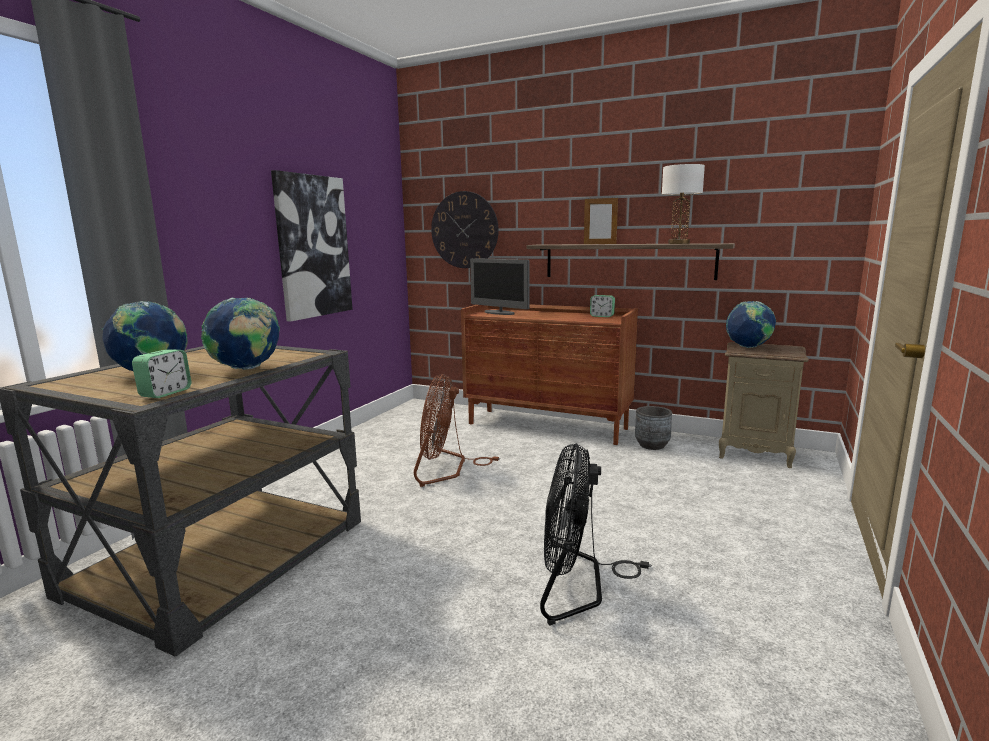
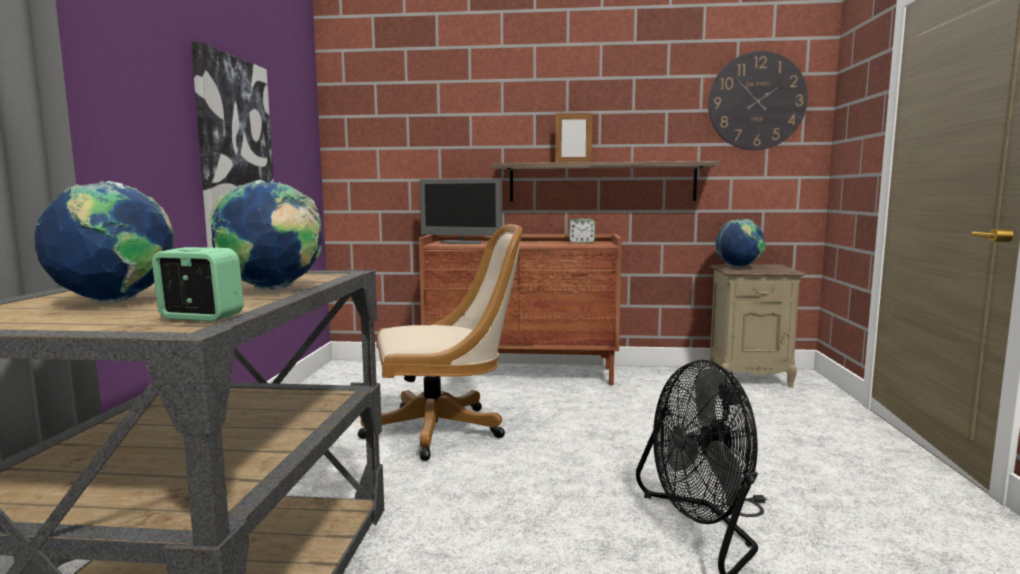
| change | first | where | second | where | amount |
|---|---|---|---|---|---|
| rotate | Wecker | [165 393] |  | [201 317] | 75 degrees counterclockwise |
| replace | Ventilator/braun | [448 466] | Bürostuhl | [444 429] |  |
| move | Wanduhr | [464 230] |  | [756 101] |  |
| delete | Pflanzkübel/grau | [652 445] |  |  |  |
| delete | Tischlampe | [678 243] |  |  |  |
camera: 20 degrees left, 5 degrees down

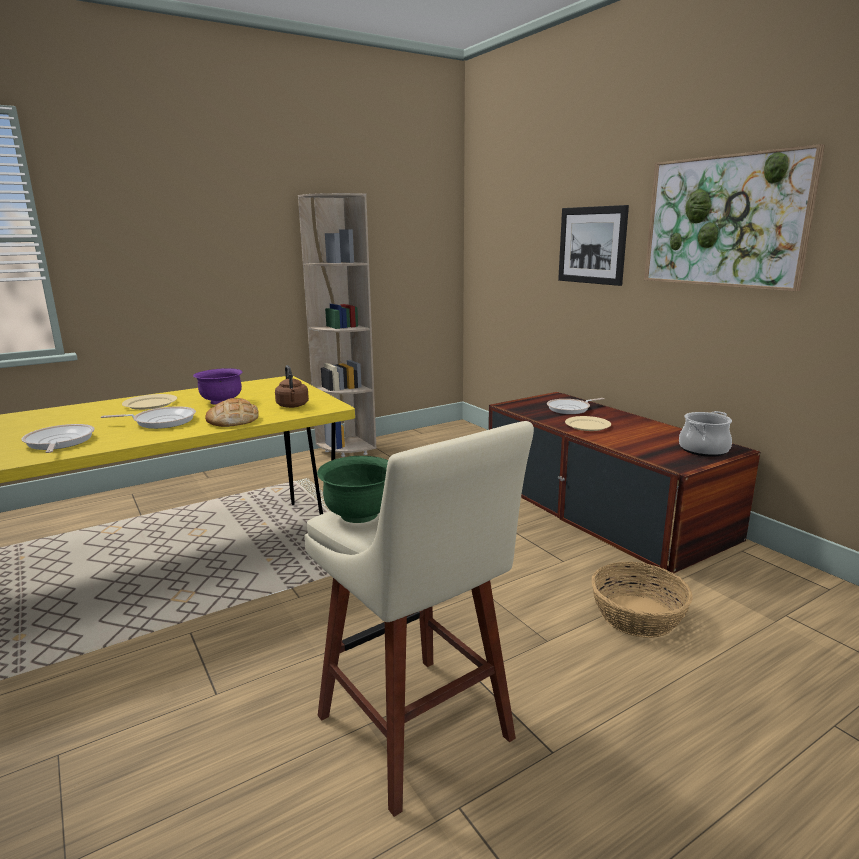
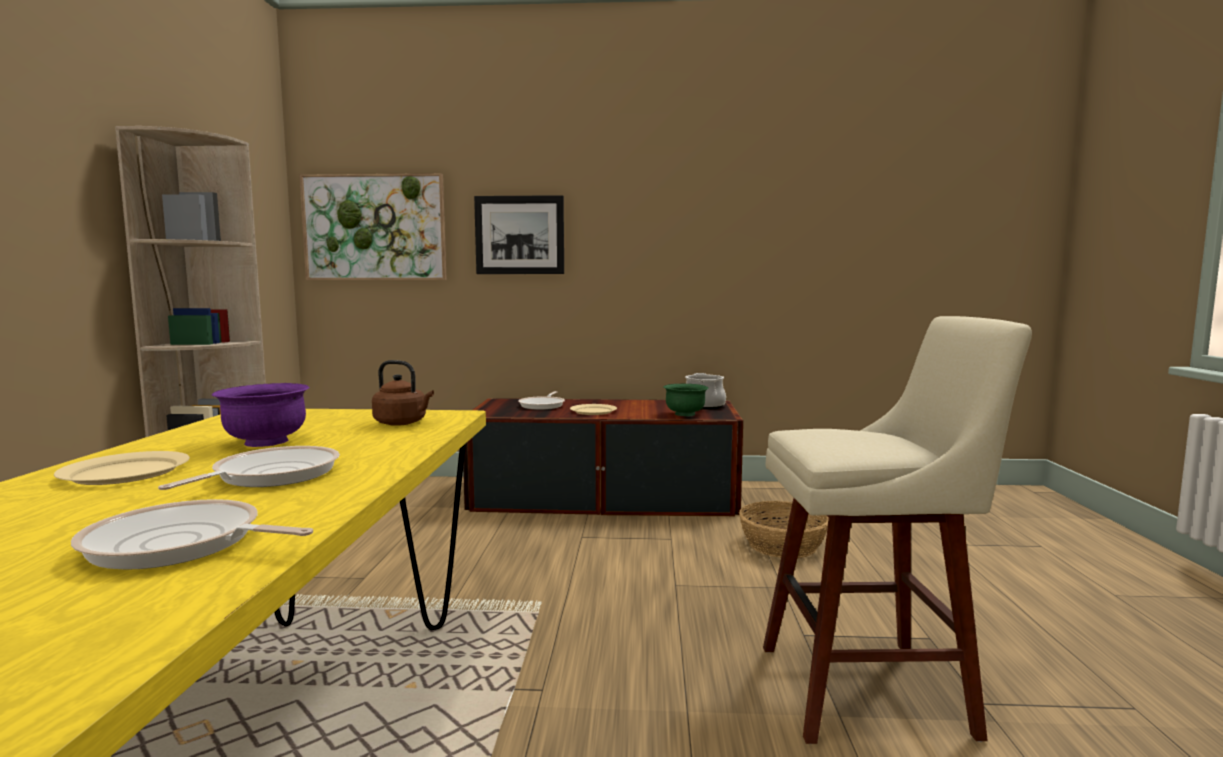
| change | first | where | second | where | amount |
|---|---|---|---|---|---|
| delete | Brot | [233 420] |  |  |  |
| move | Schüssel/grün | [359 515] |  | [685 414] |  |
| move | Bild | [724 221] |  | [375 227] |  |
camera: 55 degrees left, 10 degrees down

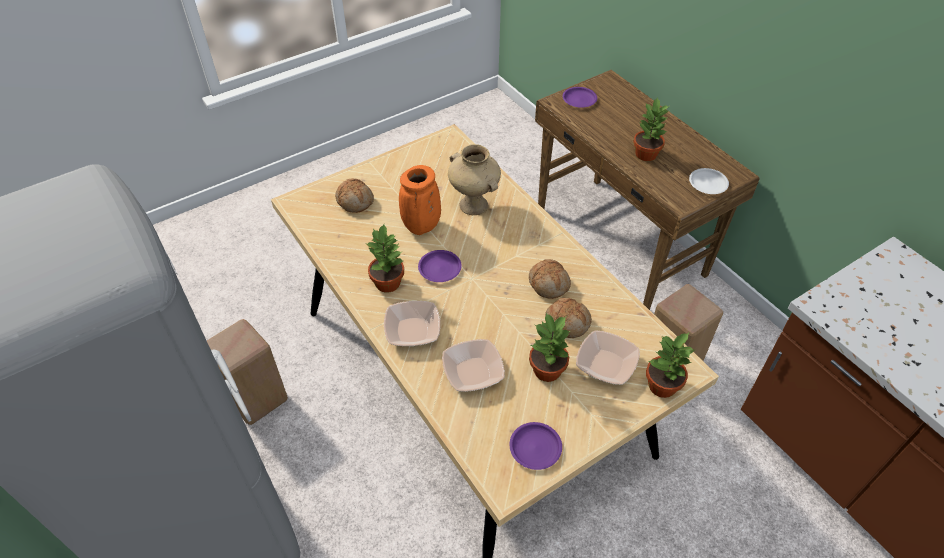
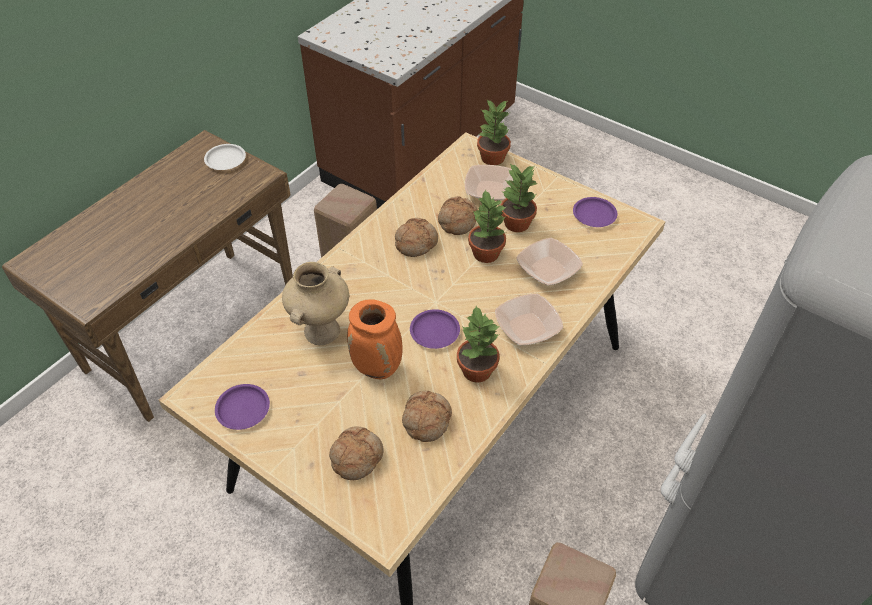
| change | first | where | second | where | amount |
|---|---|---|---|---|---|
| move | Teller/lila | [579 100] |  | [243 409] |  |
| move | Topfpflanze | [646 154] |  | [485 253] |  |
| insert |  |  | Brot | [425 420] |  |
camera: 110 degrees left, 0 degrees up

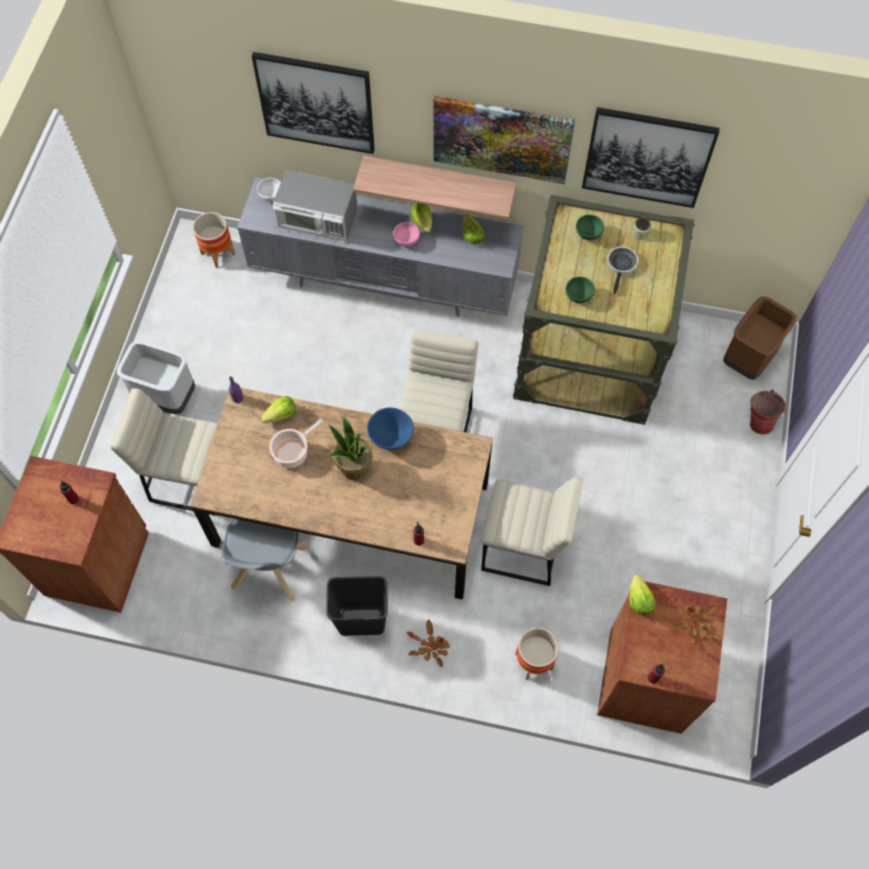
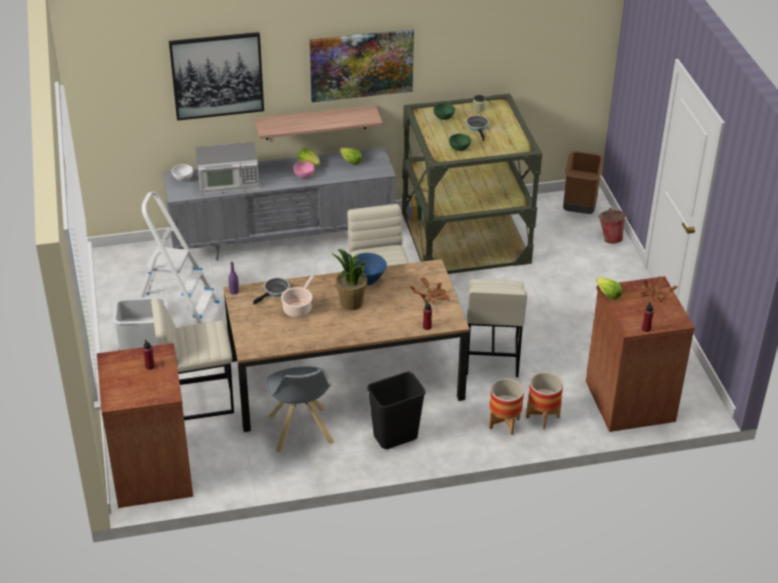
| change | first | where | second | where | amount |
|---|---|---|---|---|---|
| move | Pflanzkübel | [218 254] |  | [504 424] |  |
| replace | Salatkopf | [281 415] | Pfanne | [275 291] |  |
| move | Topfpflanze | [430 647] |  | [432 297] |  |
| rotate | Stuhl/beige | [524 549] |  | [492 357] | 105 degrees clockwise |
| delete | Bild | [647 157] |  |  |  |
| insert |  |  | Trittleiter/weiß | [176 312] |  |
camera: 25 degrees left, 25 degrees down

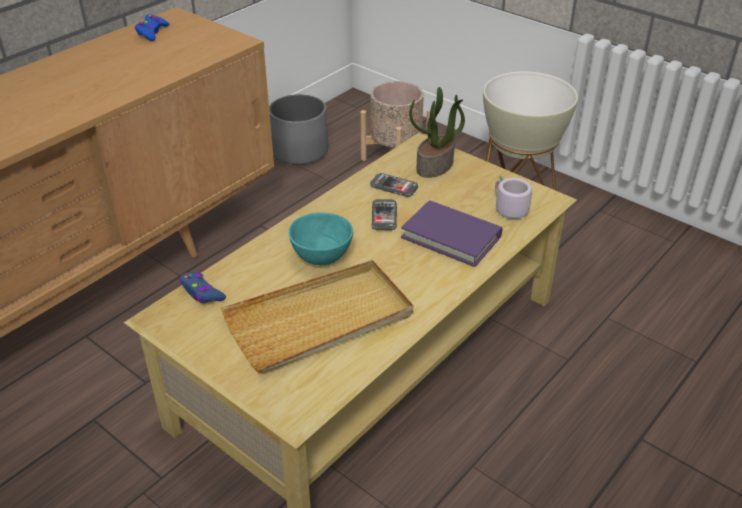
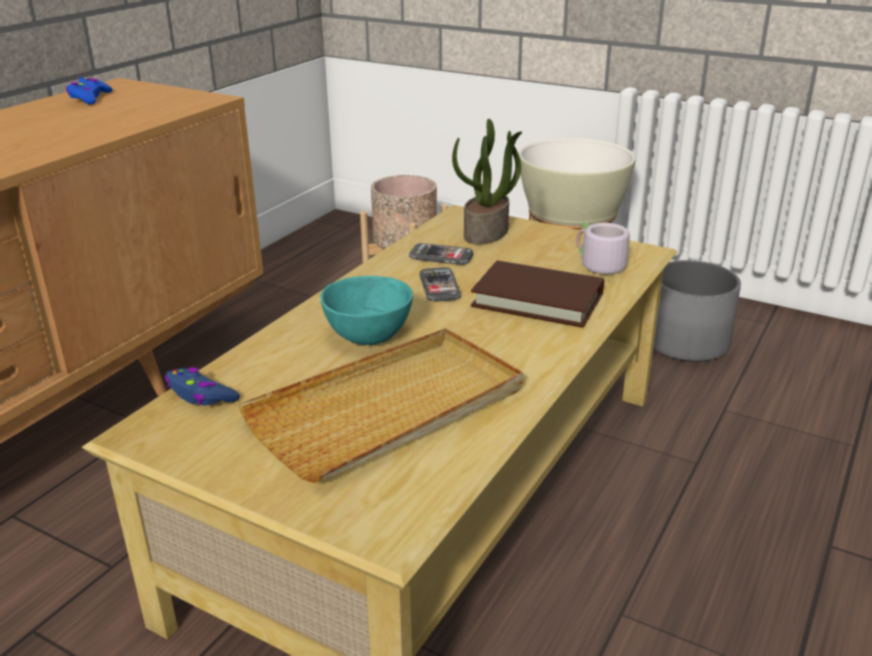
| change | first | where | second | where | amount |
|---|---|---|---|---|---|
| move | Pflanzkübel/grau | [300 151] |  | [686 343] |  |
| recolor | Buch/lila | [451 237] | Buch/braun | [538 300] |  |
camera: 10 degrees left, 10 degrees down

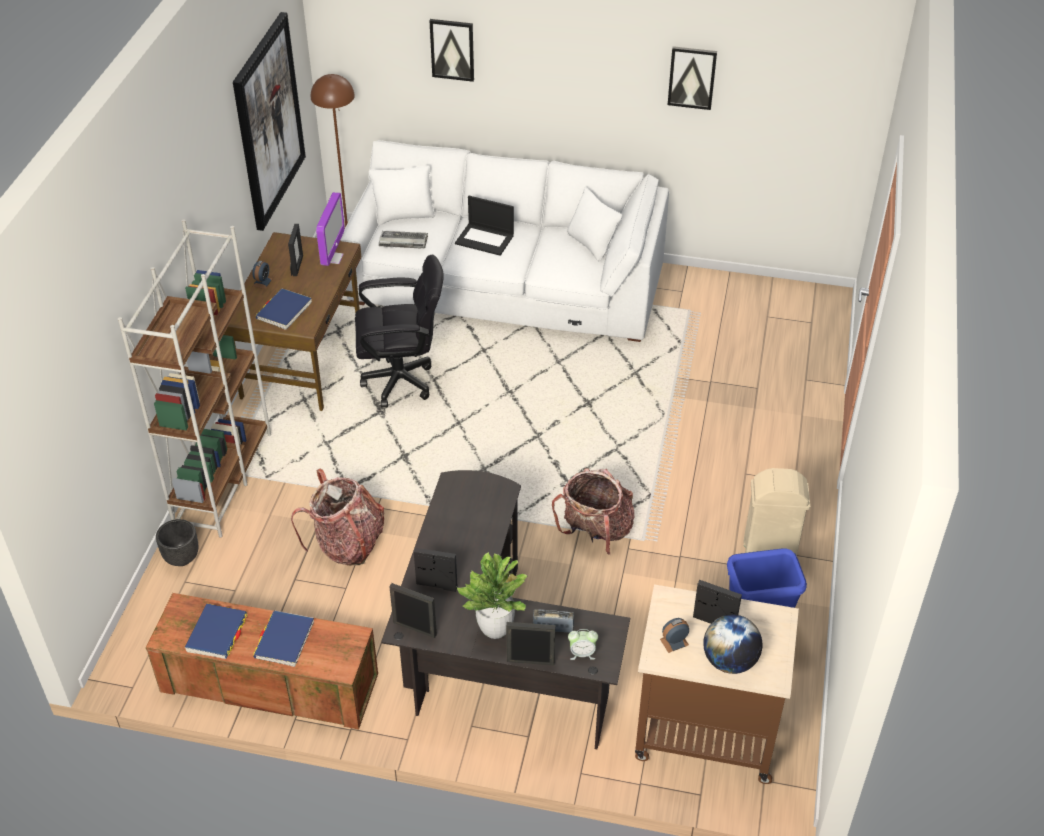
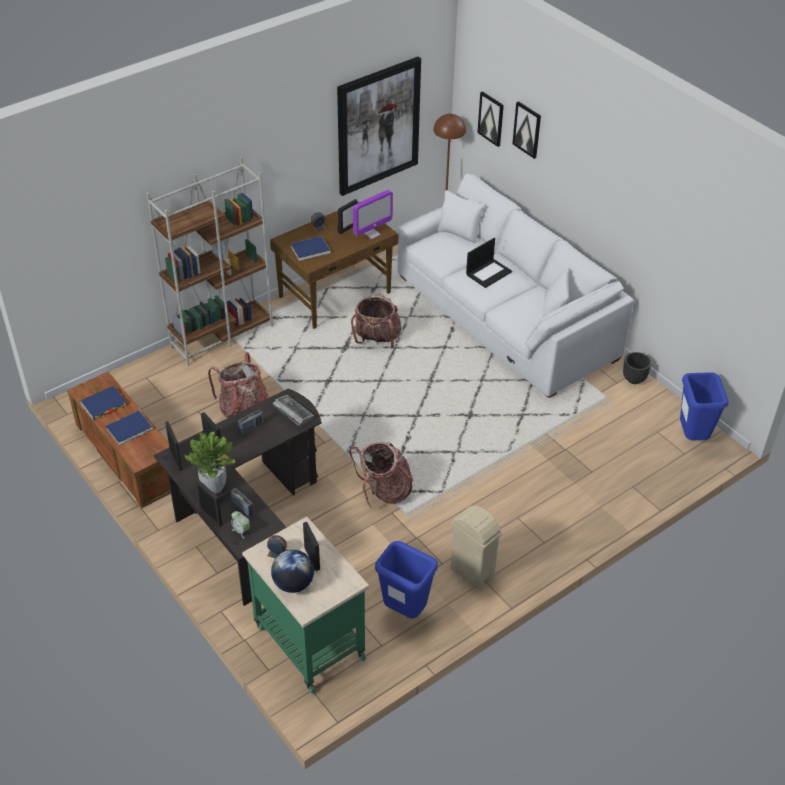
| change | first | where | second | where | amount |
|---|---|---|---|---|---|
| move | Pflanzkübel/schwarz | [182 558] |  | [634 379] |  |
| replace | Bürostuhl/schwarz | [403 382] | Rucksack | [377 338] |  |
| move | Tastatur | [402 242] |  | [293 412] |  |
| rotate | Laptop | [485 239] |  | [488 273] | 105 degrees counterclockwise |
| recolor | Rollwagen/braun | [704 735] | Rollwagen/grün | [309 642] |  |
| move | Bild | [692 77] |  | [491 118] |  |
| insert |  |  | Radio | [251 427] |  |
| insert |  |  | Mülleimer/blau | [692 436] |  |
camera: 40 degrees right, 0 degrees up

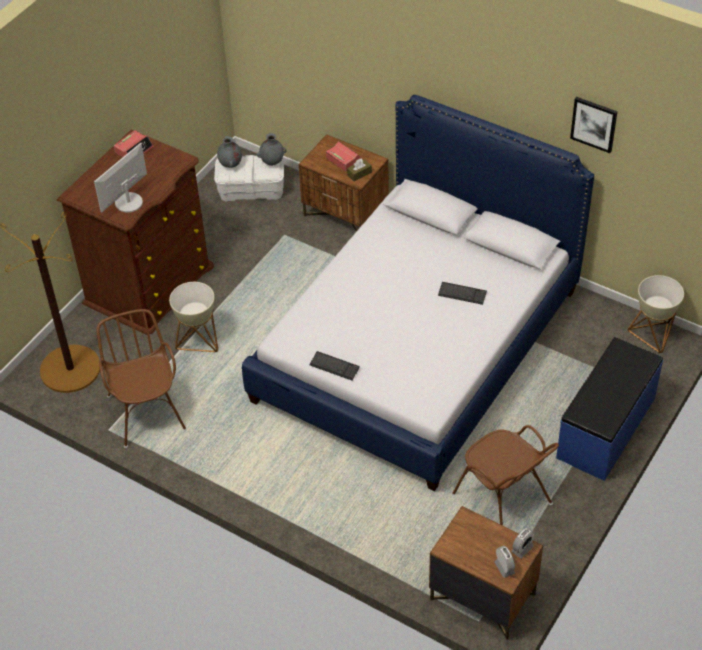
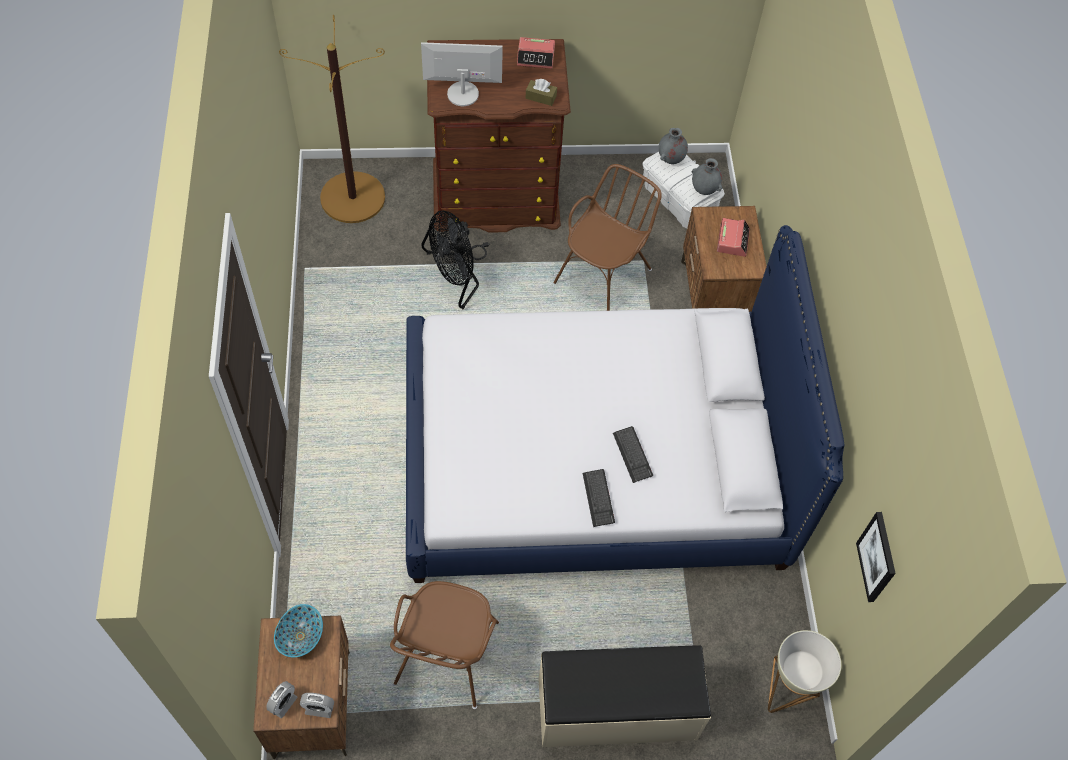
| change | first | where | second | where | amount |
|---|---|---|---|---|---|
| move | Stuhl/braun | [146 409] |  | [604 273] |  |
| replace | Pflanzkübel | [199 340] | Ventilator/schwarz | [457 272] |  |
| move | Tastatur | [334 366] |  | [598 498] |  |
| move | Taschentuchbox/braun | [359 173] |  | [541 97] |  |
| recolor | Bank/blau | [607 428] | Bank/beige | [617 710] |  |
| move | Bild | [594 124] |  | [877 557] |  |
| insert |  |  | Schüssel | [299 636] |  |
camera: 50 degrees right, 10 degrees up

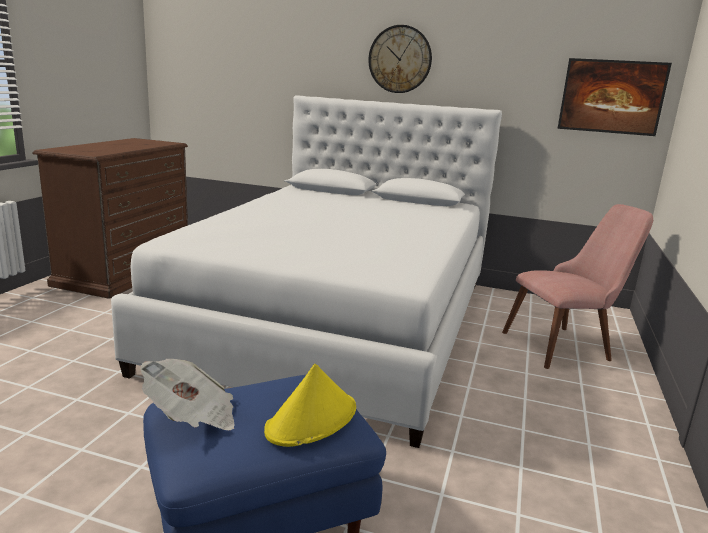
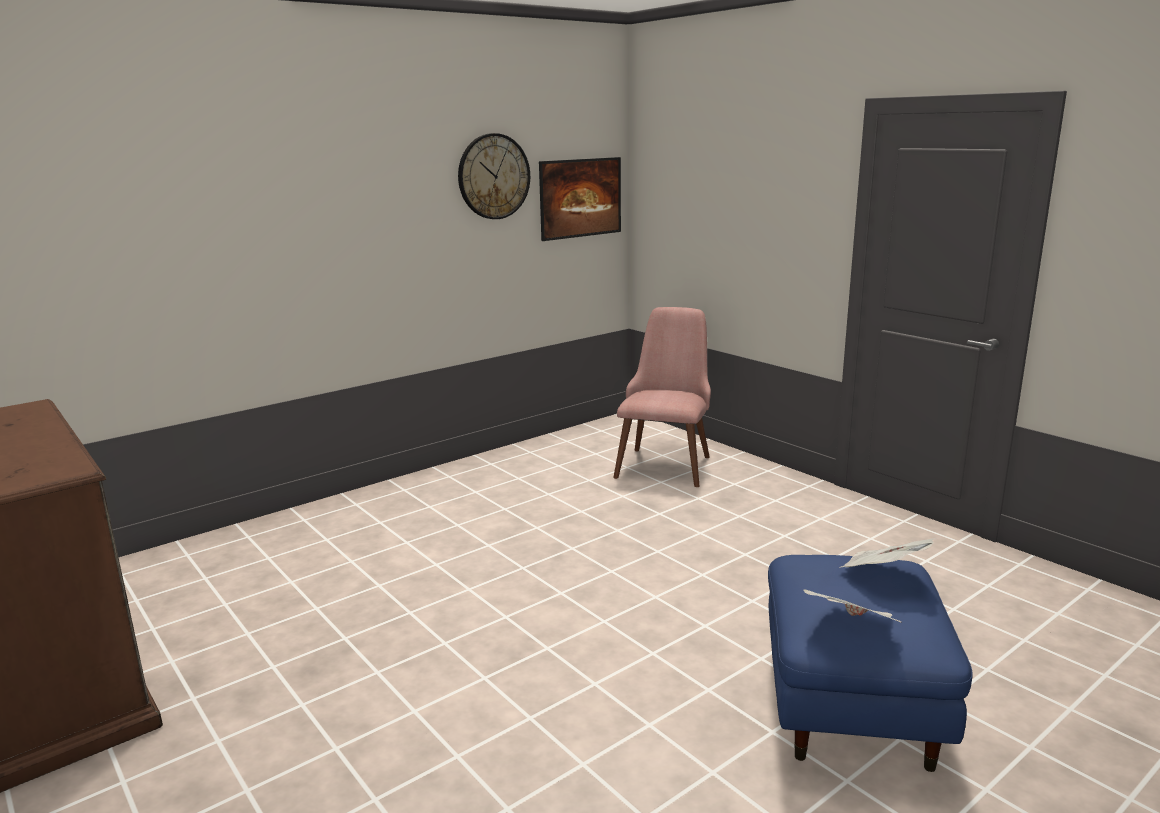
| change | first | where | second | where | amount |
|---|---|---|---|---|---|
| delete | Bett/weiß | [337 321] |  |  |  |
| replace | Hut/gelb | [312 420] | Zeitung | [883 574] |  |
| move | Wanduhr | [400 59] |  | [493 176] |  |
camera: 55 degrees left, 0 degrees up

